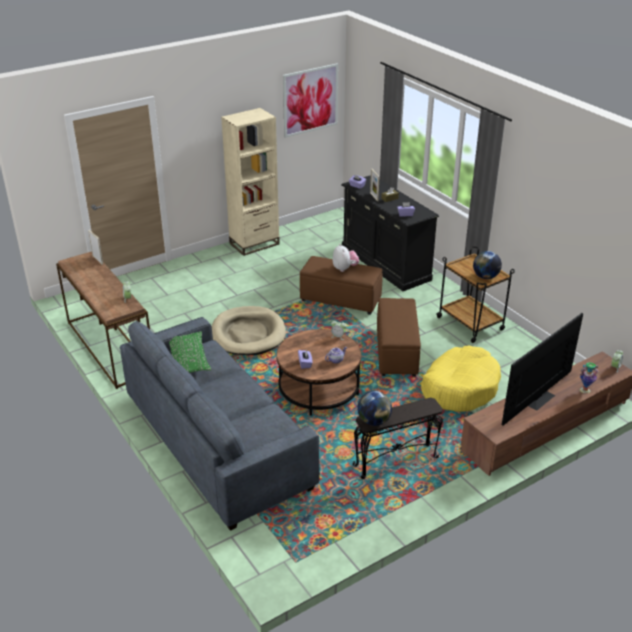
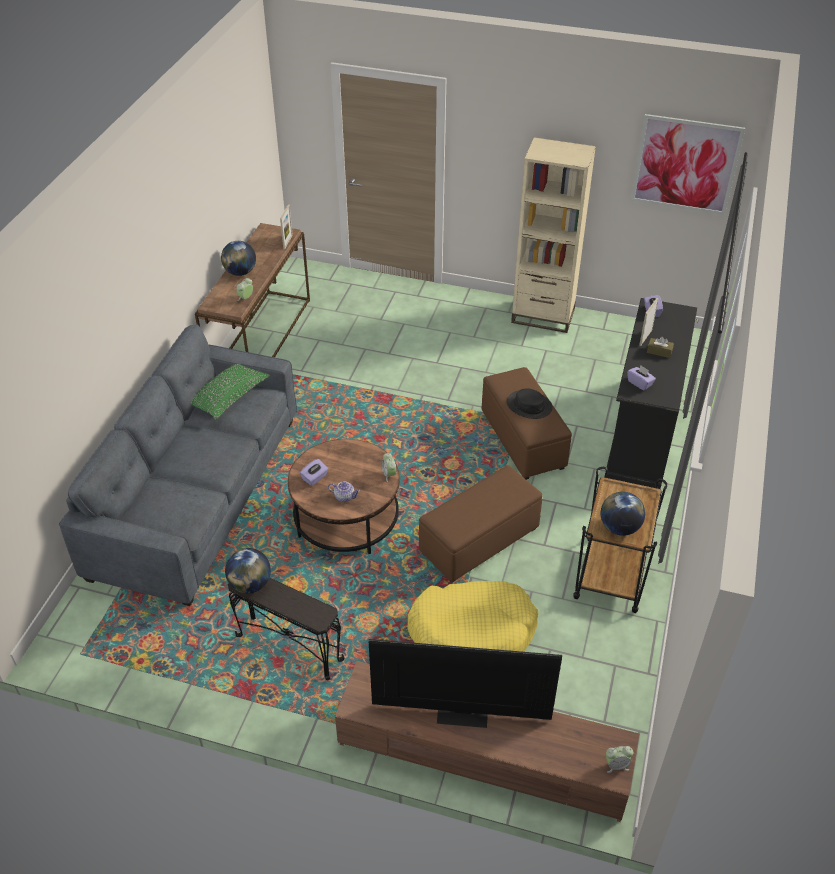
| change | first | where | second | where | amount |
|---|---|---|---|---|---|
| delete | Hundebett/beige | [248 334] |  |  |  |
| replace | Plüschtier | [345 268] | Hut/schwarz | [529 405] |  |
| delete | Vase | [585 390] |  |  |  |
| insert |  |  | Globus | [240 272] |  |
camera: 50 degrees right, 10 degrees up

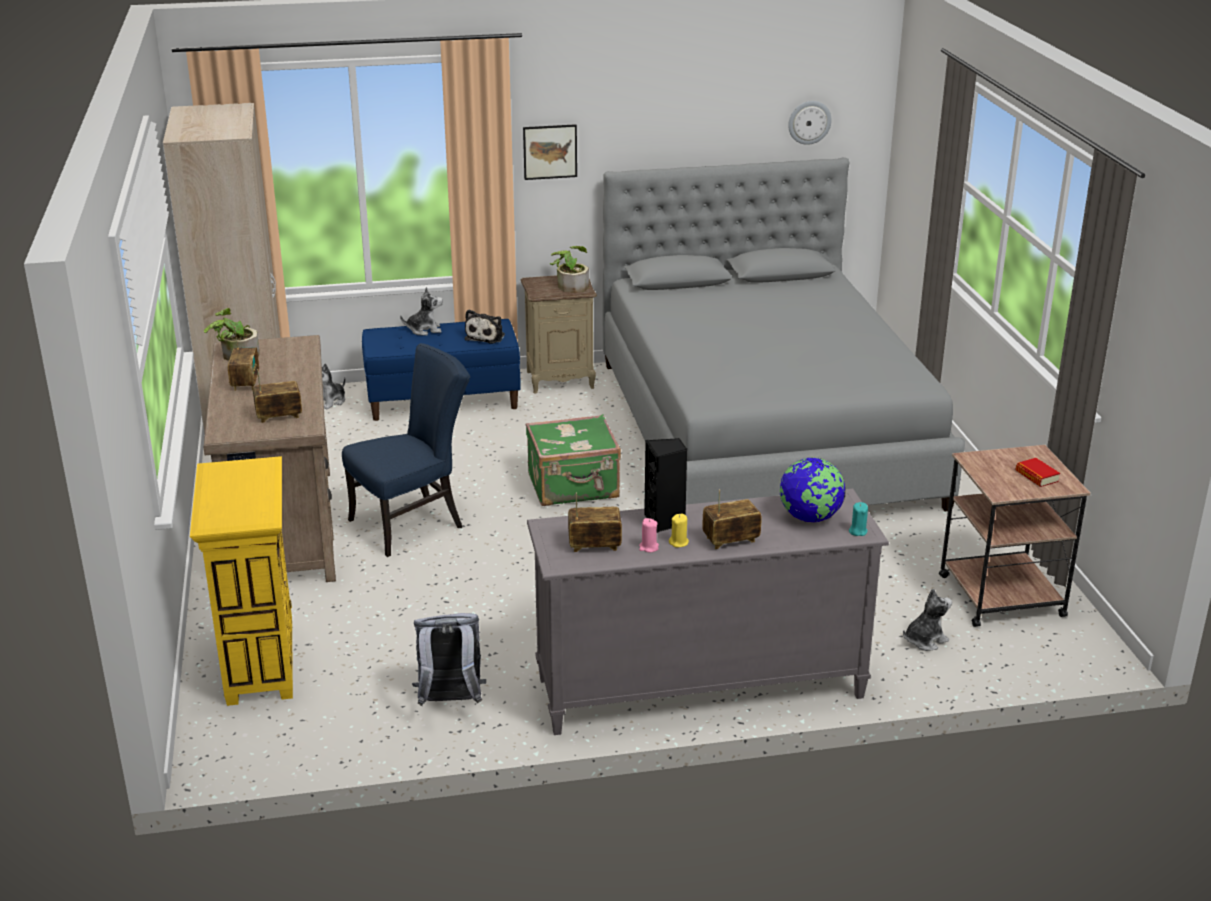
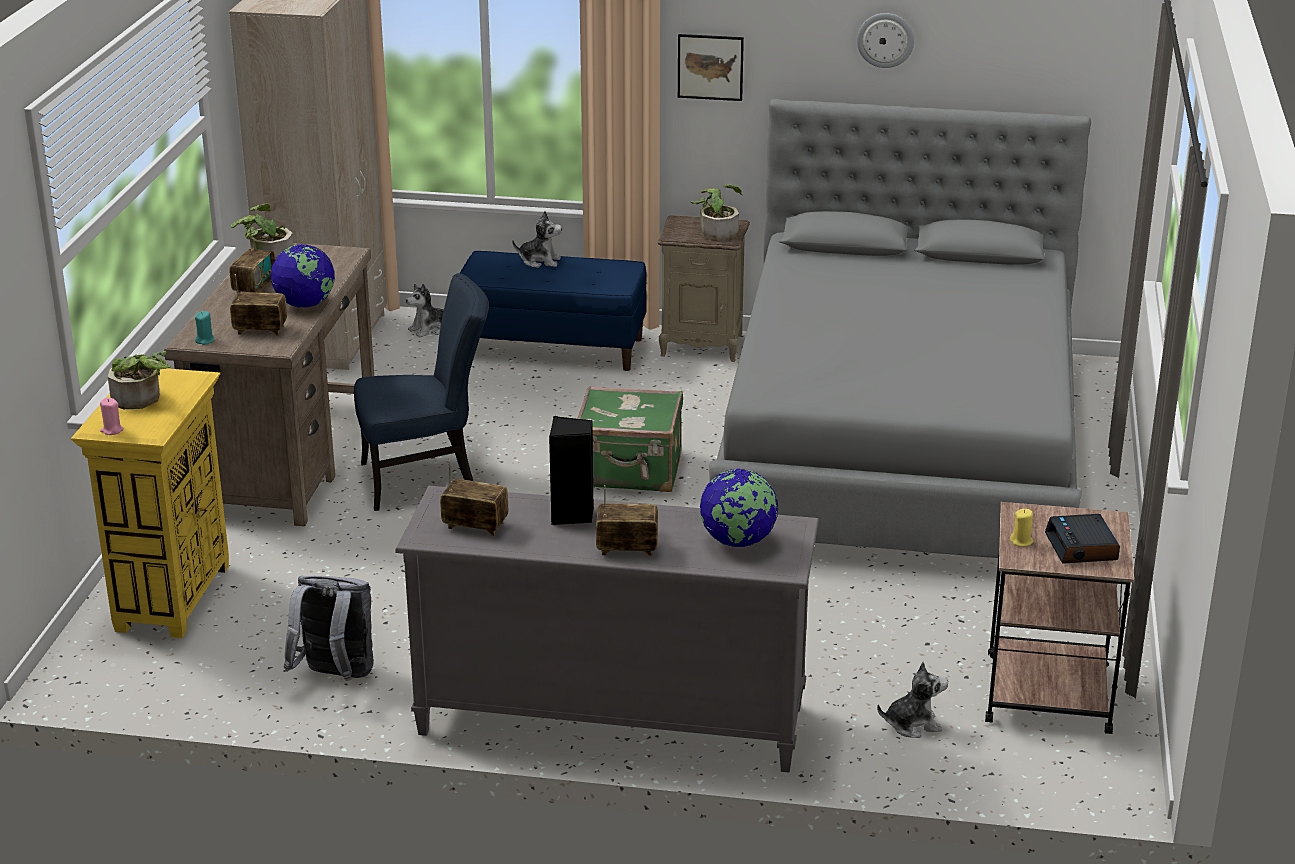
| change | first | where | second | where | amount |
|---|---|---|---|---|---|
| delete | Plüschtier | [486 336] |  |  |  |
| move | Kerze/rosa | [648 547] |  | [112 430] |  |
| move | Kerze/gelb | [679 542] |  | [1021 541] |  |
| move | Wanduhr | [809 122] |  | [885 39] |  |
| move | Kerze/türkis | [857 531] |  | [205 340] |  |
| replace | Buch | [1036 476] | Wecker | [1082 547] |  |
| insert |  |  | Topfpflanze | [141 400] |  |
| insert |  |  | Globus | [305 304] |  |
camera: 20 degrees right, 0 degrees up

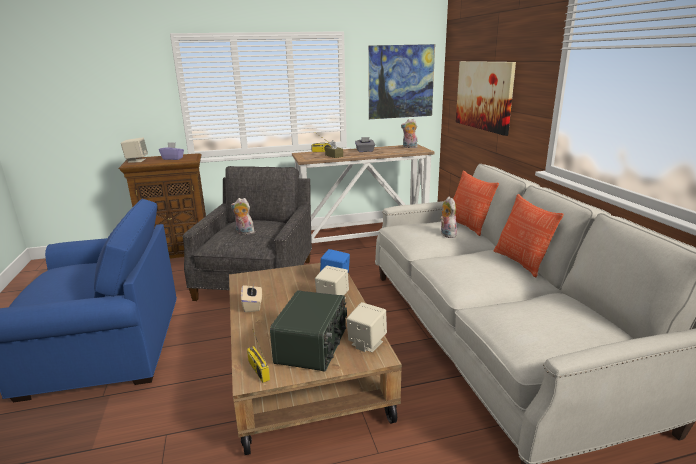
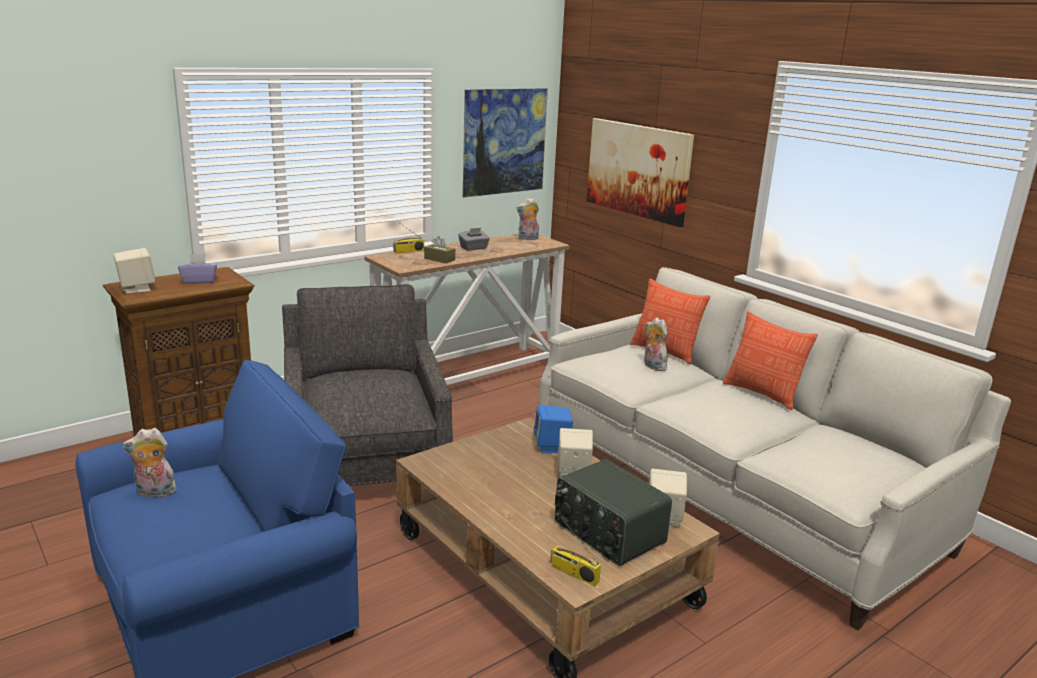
| change | first | where | second | where | amount |
|---|---|---|---|---|---|
| move | Plüschtier | [244 232] |  | [154 493] |  |
| delete | Taschentuchbox/beige | [253 306] |  |  |  |
| rotate | Radio | [313 346] |  | [608 533] | 150 degrees clockwise |
camera: 25 degrees left, 0 degrees up

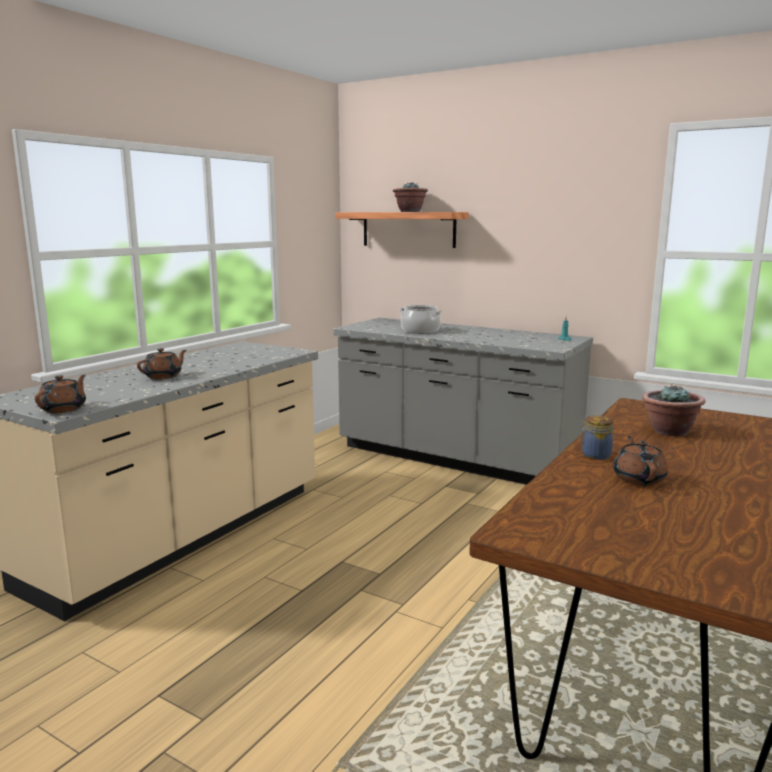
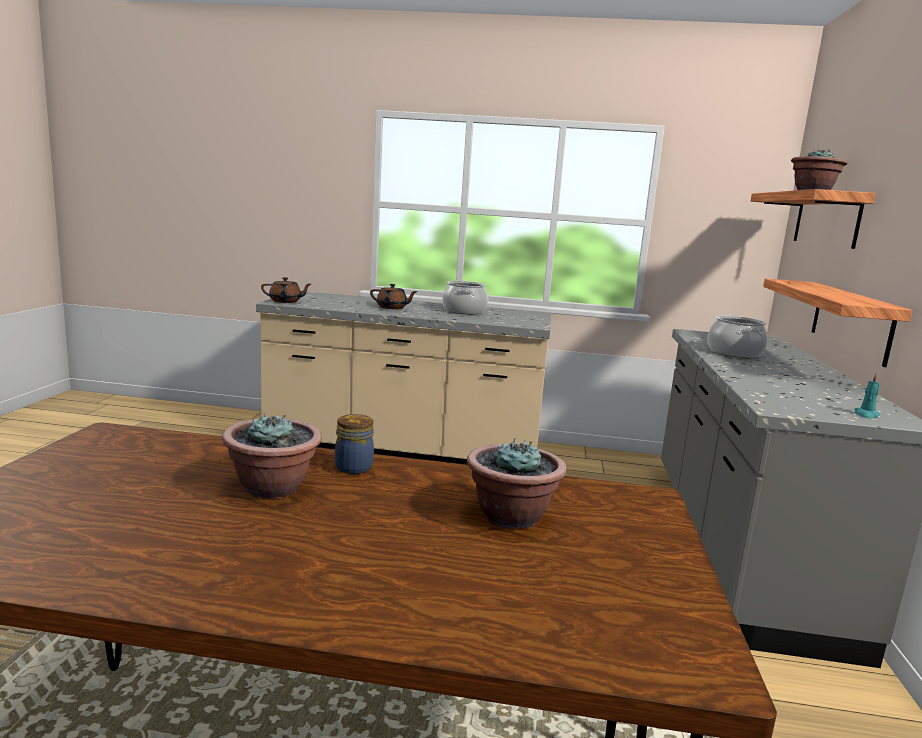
| change | first | where | second | where | amount |
|---|---|---|---|---|---|
| replace | Teekanne/braun | [638 479] | Topfpflanze | [273 488] |  |
| insert |  |  | Kochtopf | [464 311] |  |
| insert |  |  | Wandregal | [850 321] |  |
camera: 65 degrees right, 0 degrees up

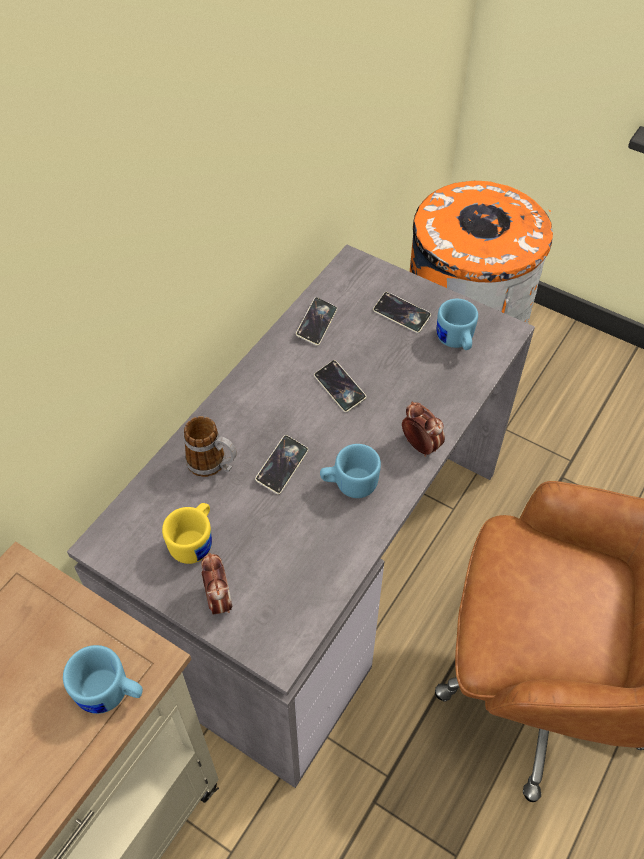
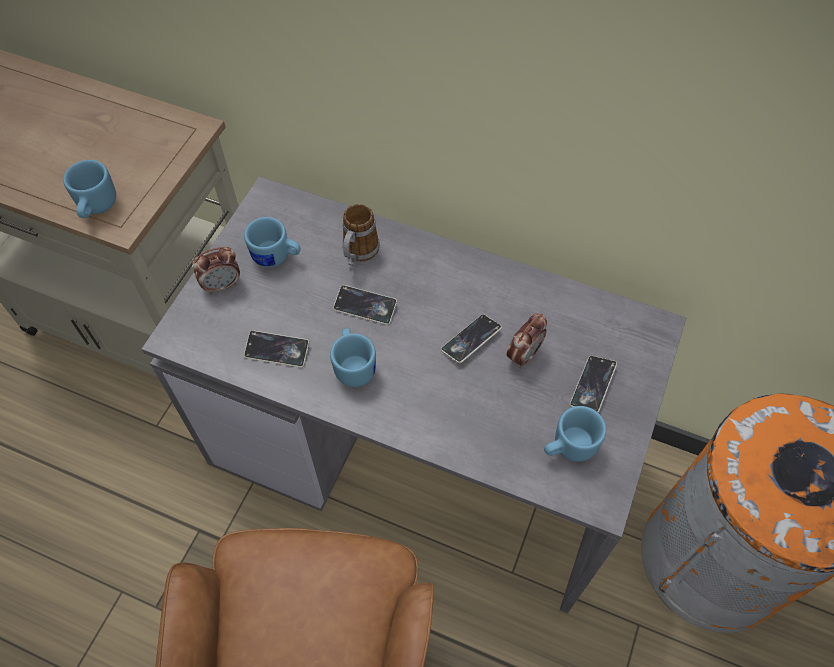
| change | first | where | second | where | amount |
|---|---|---|---|---|---|
| recolor | Henkelbecher/gelb | [195 541] | Henkelbecher/blau | [276 257] |  |
| move | Handy | [316 324] |  | [277 351] |  |
| move | Wecker | [420 446] |  | [523 355] |  |
camera: 80 degrees right, 5 degrees up

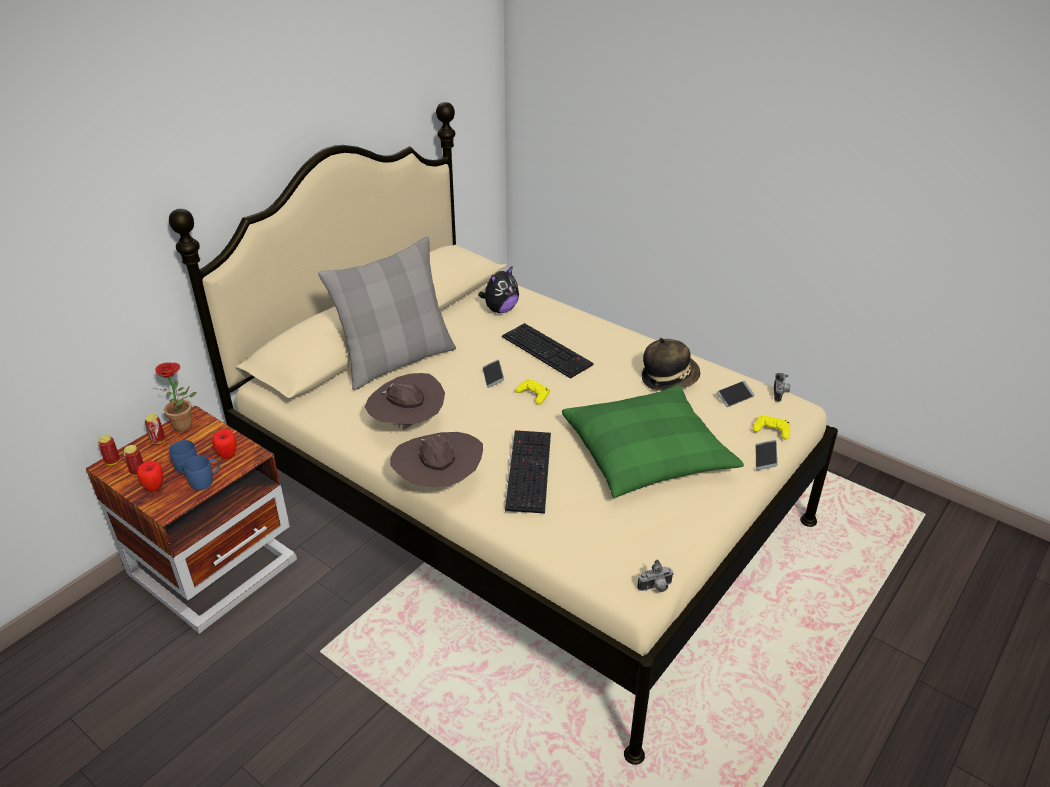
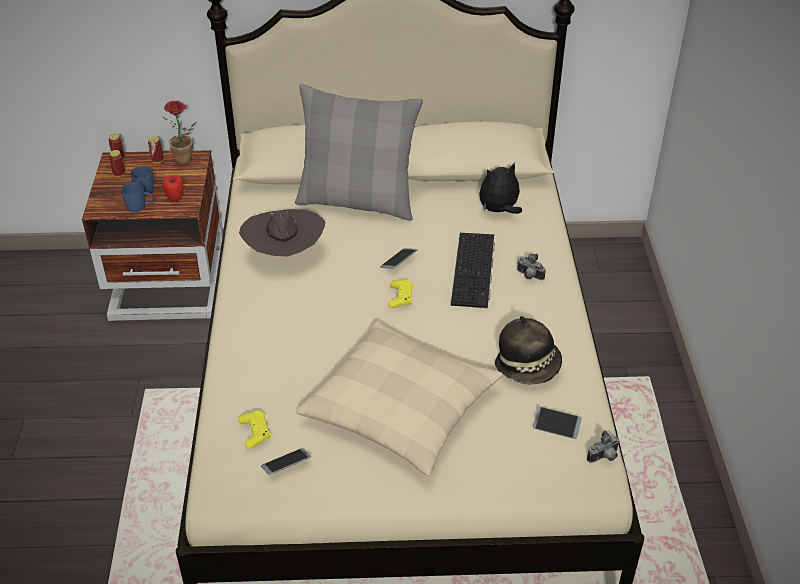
| change | first | where | second | where | amount |
|---|---|---|---|---|---|
| delete | Apfel | [155 487] |  |  |  |
| delete | Hut/braun | [439 483] |  |  |  |
| rotate | Plüschtier | [500 310] |  | [499 211] | 150 degrees clockwise |
| delete | Tastatur | [527 470] |  |  |  |
| recolor | Kissen/grün | [647 453] | Kissen/beige | [401 408] |  |
| move | Kamera | [655 588] |  | [529 276] |  |
| move | Gamepad/gelb | [771 430] |  | [255 432] |  |
| move | Handy | [765 458] |  | [286 464] |  |
camera: 50 degrees right, 5 degrees up

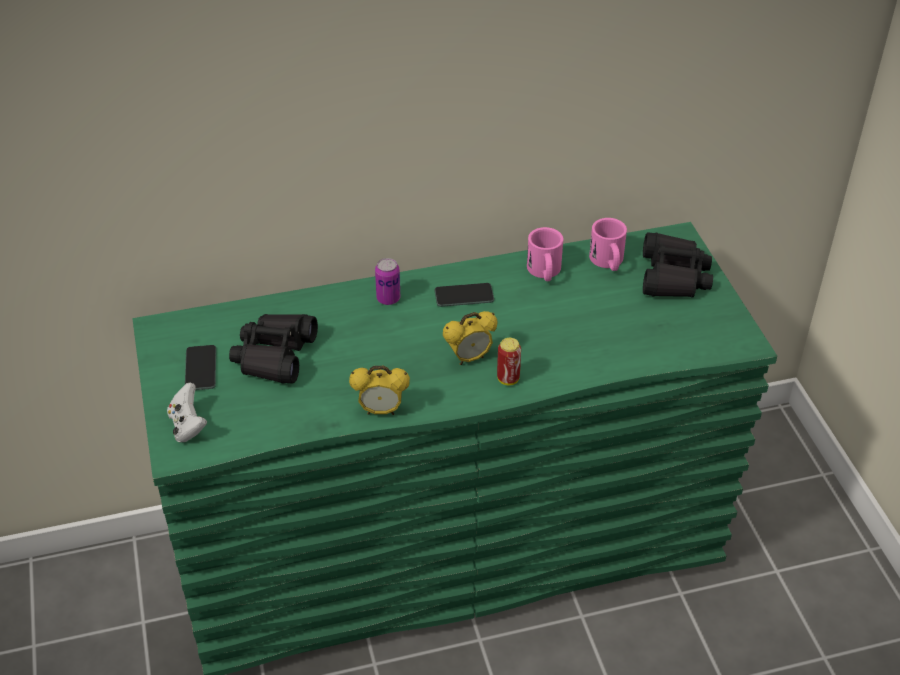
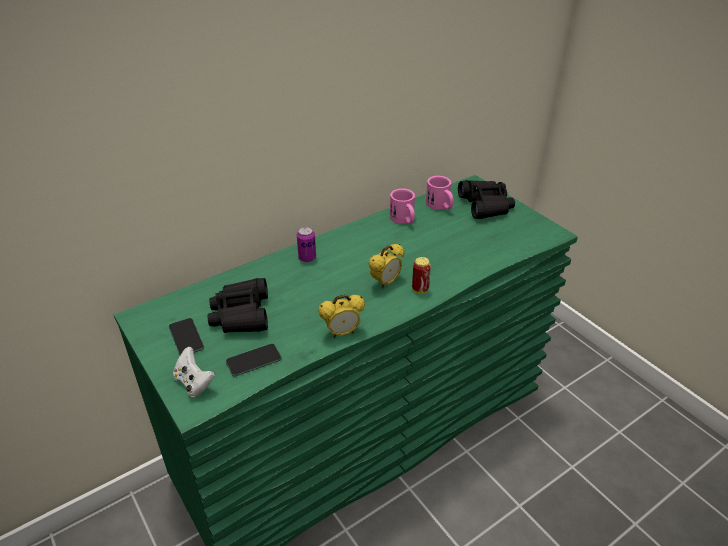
| change | first | where | second | where | amount |
|---|---|---|---|---|---|
| move | Handy | [464 295] |  | [253 360] |  |
camera: 20 degrees left, 5 degrees down

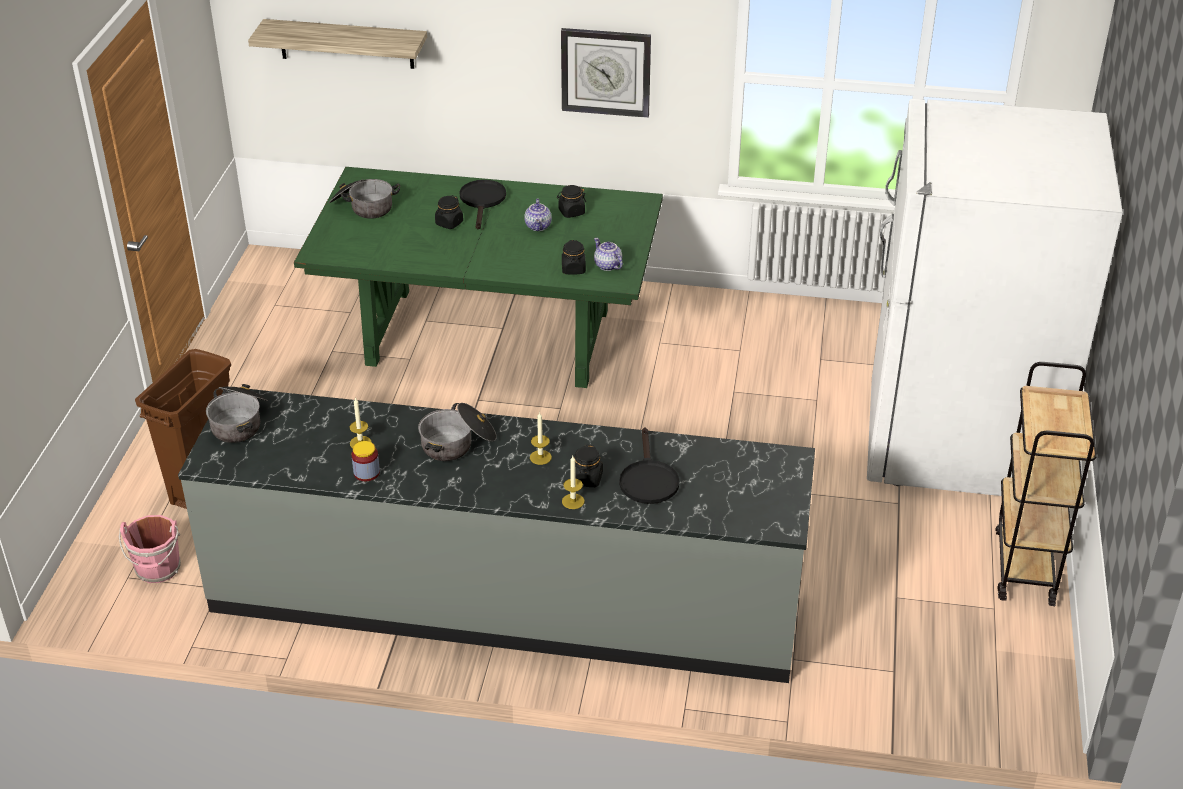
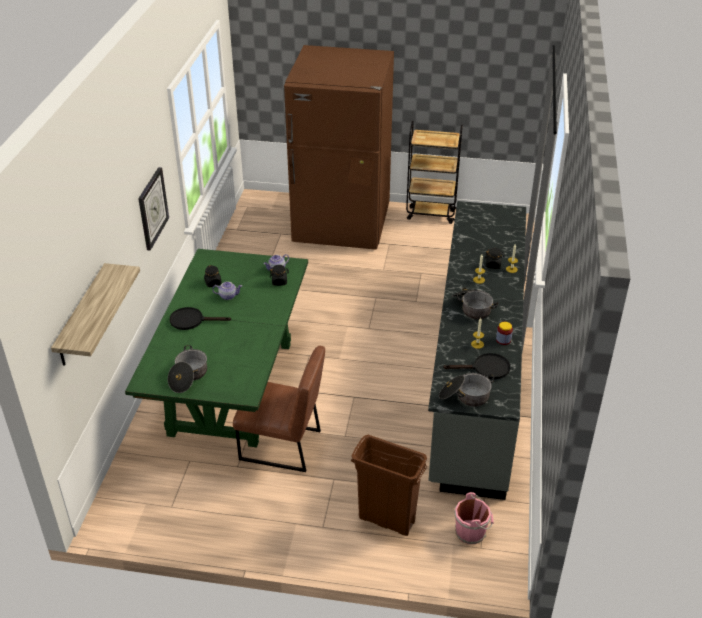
| change | first | where | second | where | amount |
|---|---|---|---|---|---|
| delete | Vorratsglas/schwarz | [449 223] |  |  |  |
| move | Pfanne/schwarz | [648 479] |  | [486 368] |  |
| recolor | Kühlschrank/weiß | [958 441] | Kühlschrank/braun | [342 223] |  |
| insert |  |  | Stuhl/braun | [282 446] |  |
camera: 90 degrees left, 0 degrees up

